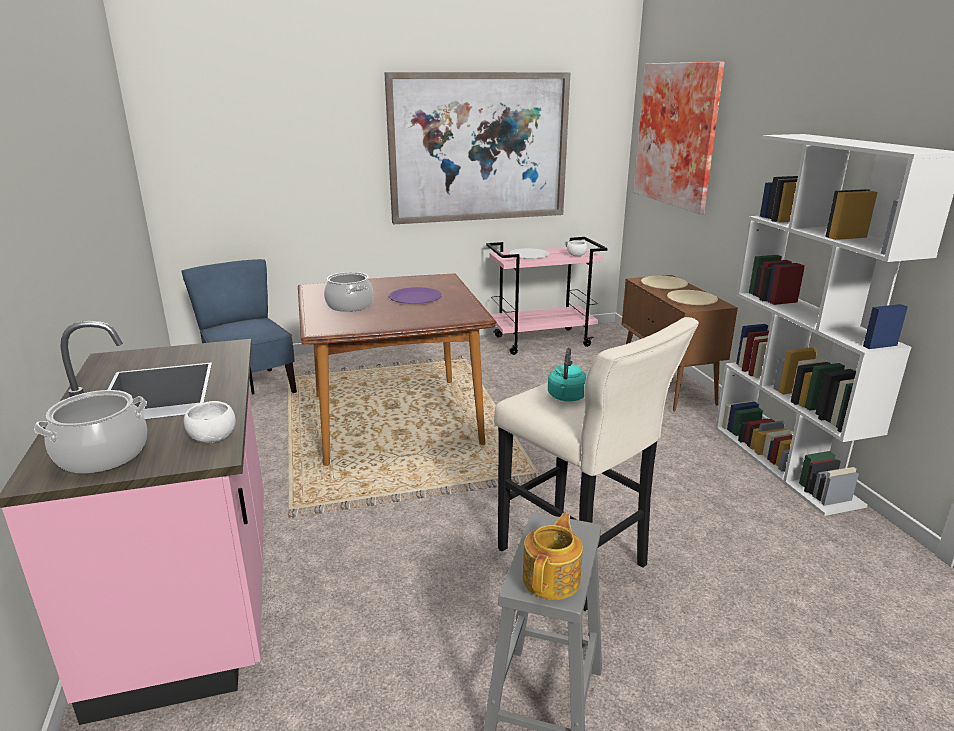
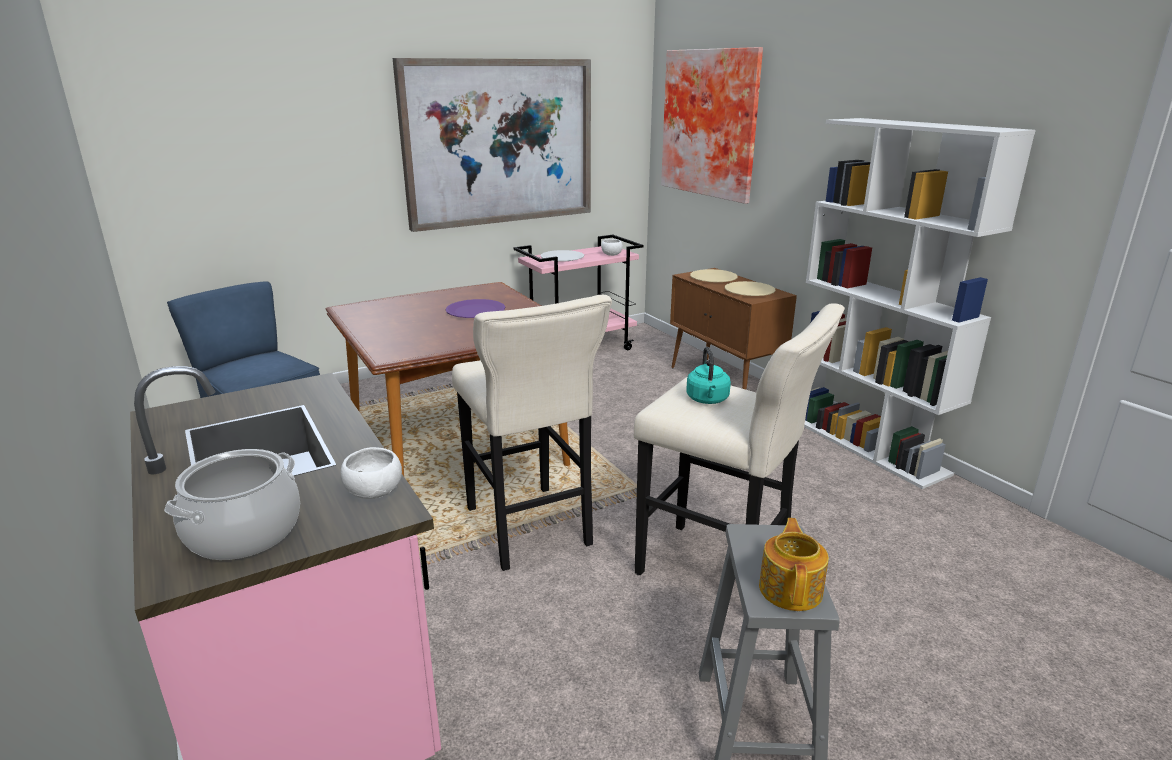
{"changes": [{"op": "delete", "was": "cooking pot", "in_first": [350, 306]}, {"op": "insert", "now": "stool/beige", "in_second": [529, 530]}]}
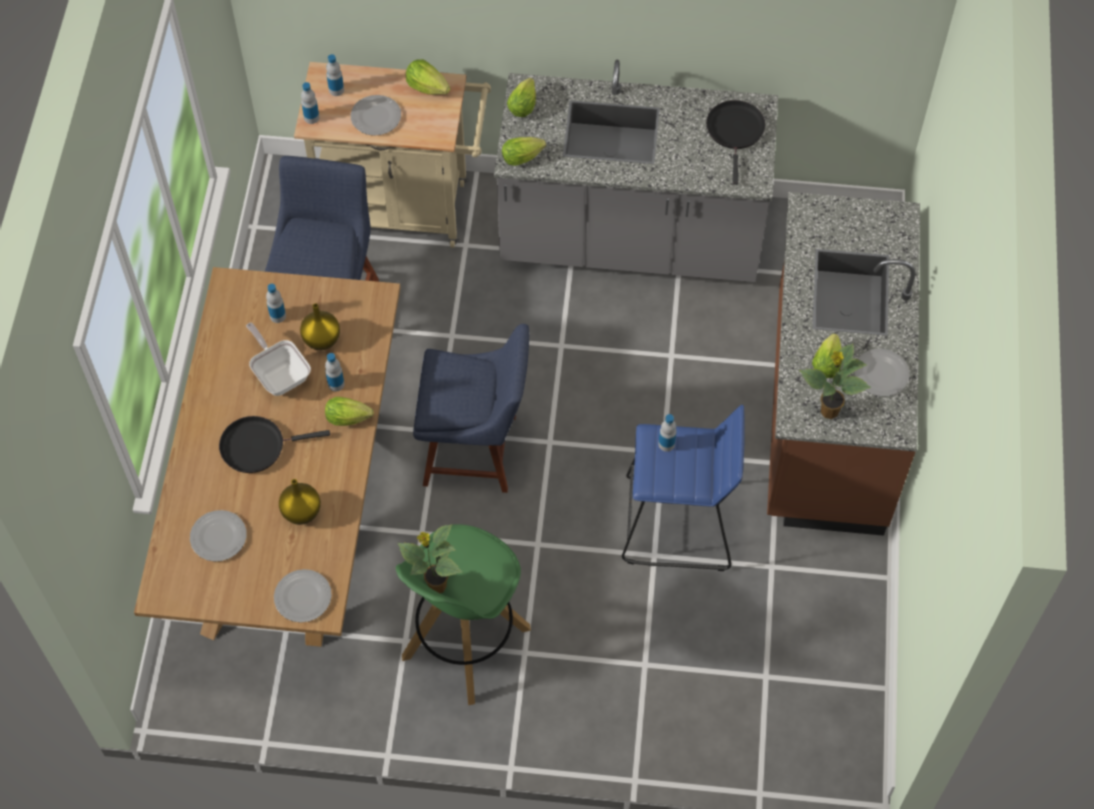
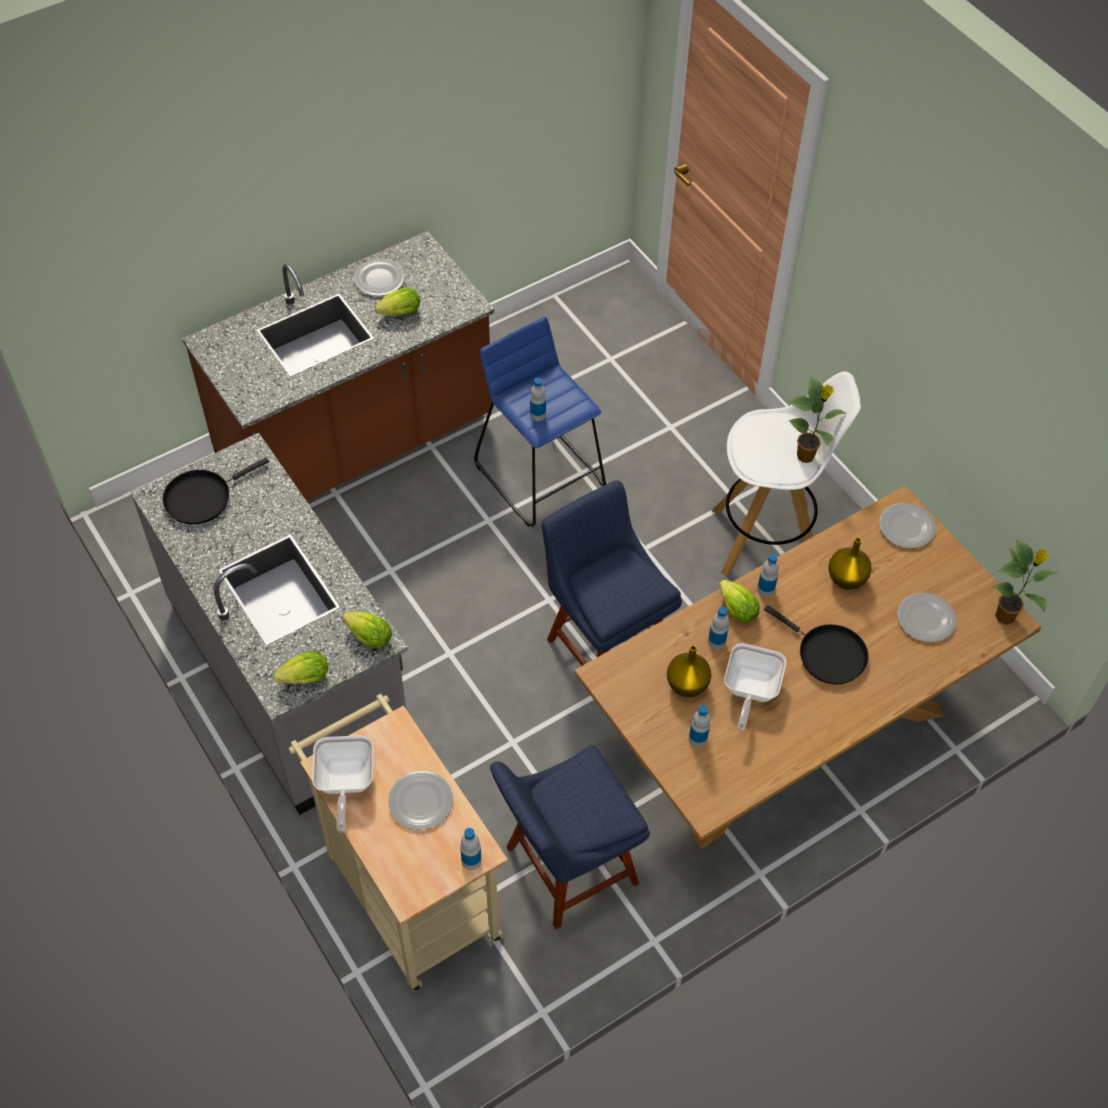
{"changes": [{"op": "move", "was": "bottle", "in_first": [336, 90], "in_second": [765, 589]}, {"op": "replace", "was": "lettuce", "now": "frying pan", "in_first": [427, 87], "in_second": [344, 784]}, {"op": "move", "was": "potted plant", "in_first": [828, 411], "in_second": [1006, 617]}, {"op": "recolor", "was": "stool/green", "now": "stool/white", "in_first": [465, 644], "in_second": [767, 539]}]}
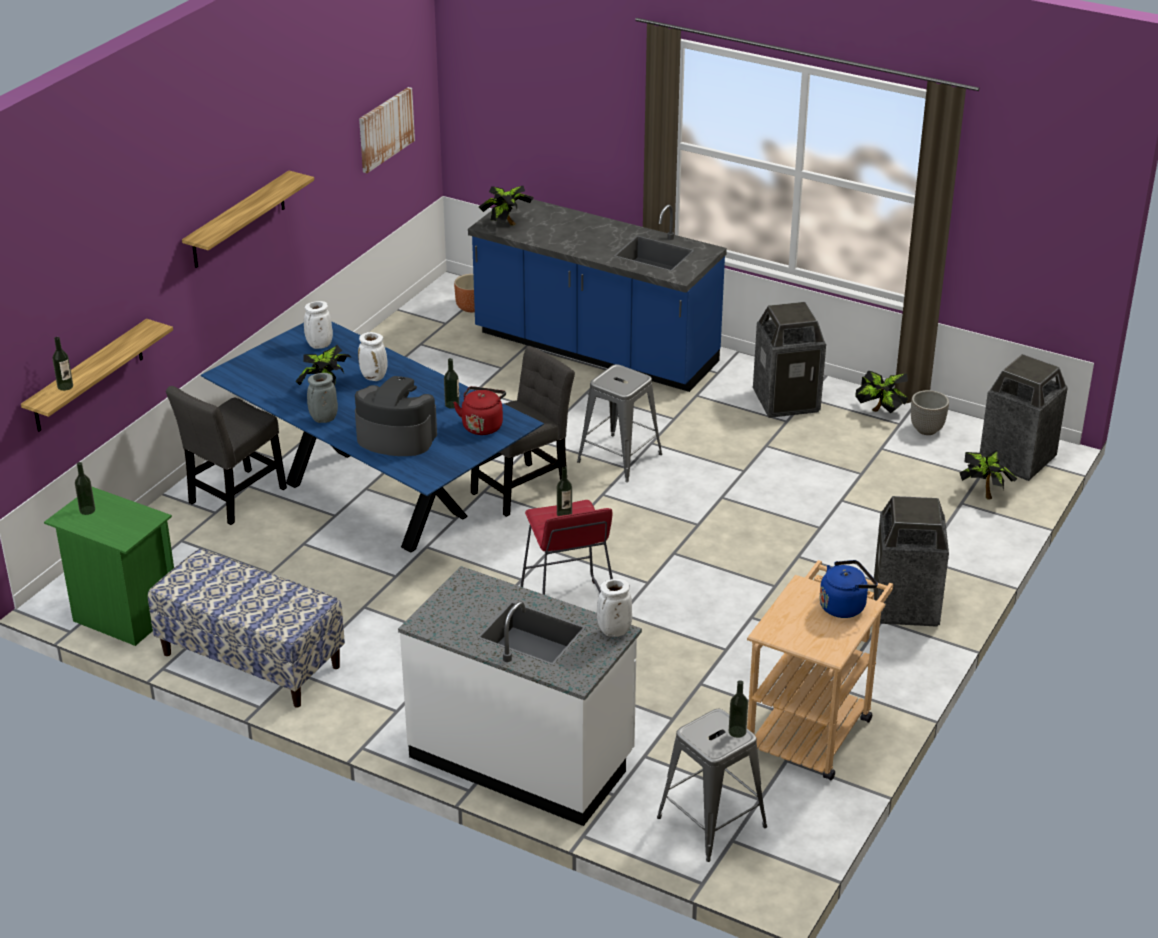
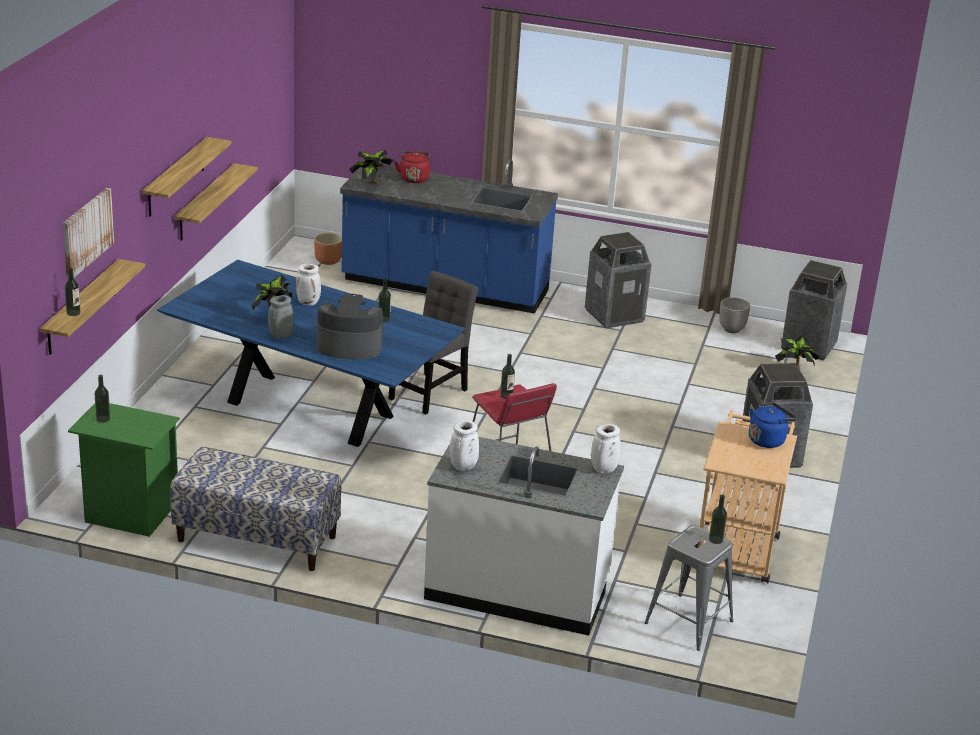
{"changes": [{"op": "move", "was": "picture", "in_first": [385, 129], "in_second": [86, 232]}, {"op": "move", "was": "vase/white", "in_first": [319, 346], "in_second": [463, 467]}, {"op": "delete", "was": "stool/grey", "in_first": [619, 458]}, {"op": "delete", "was": "potted plant", "in_first": [880, 412]}, {"op": "delete", "was": "chair/grey", "in_first": [234, 498]}, {"op": "move", "was": "kettle/red", "in_first": [482, 425], "in_second": [414, 178]}, {"op": "insert", "now": "shelf", "in_second": [205, 202]}]}
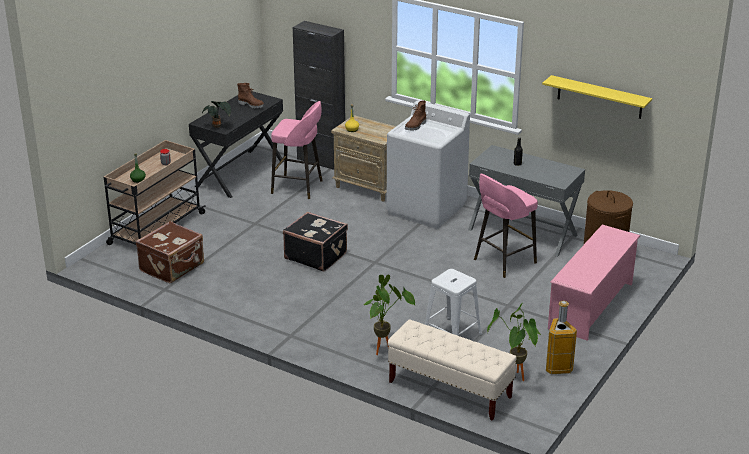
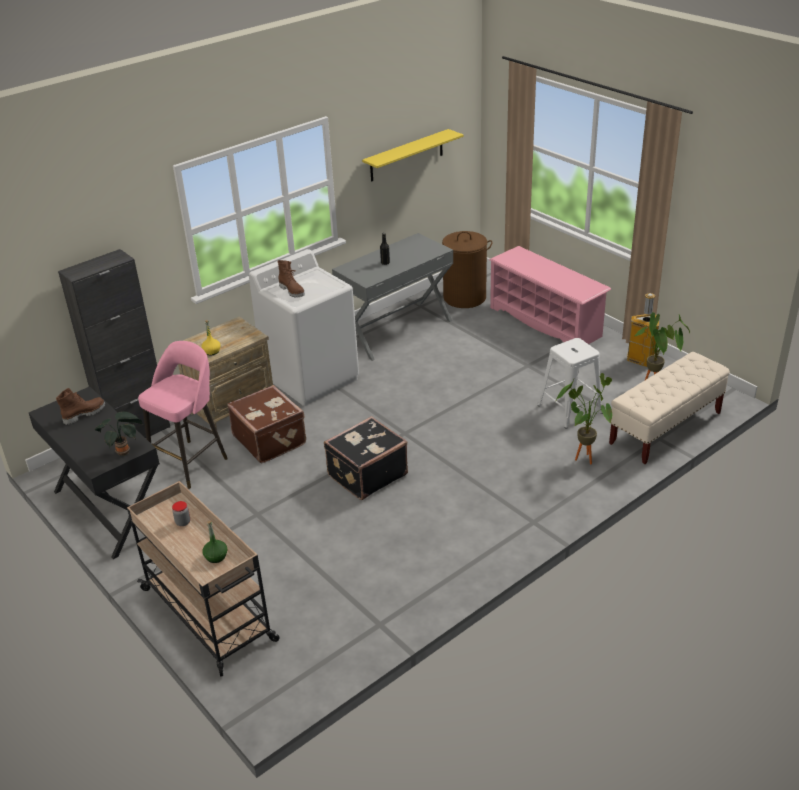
{"changes": [{"op": "delete", "was": "stool/pink", "in_first": [503, 262]}, {"op": "move", "was": "suitcase/brown", "in_first": [173, 267], "in_second": [270, 439]}]}
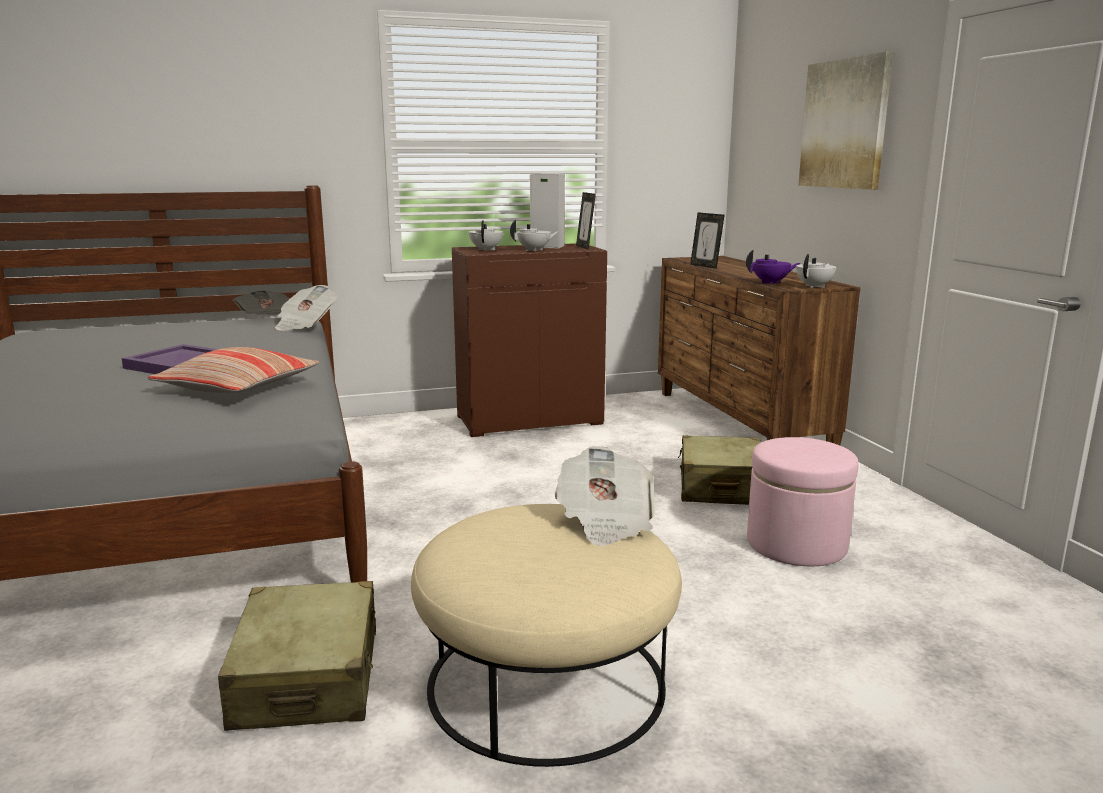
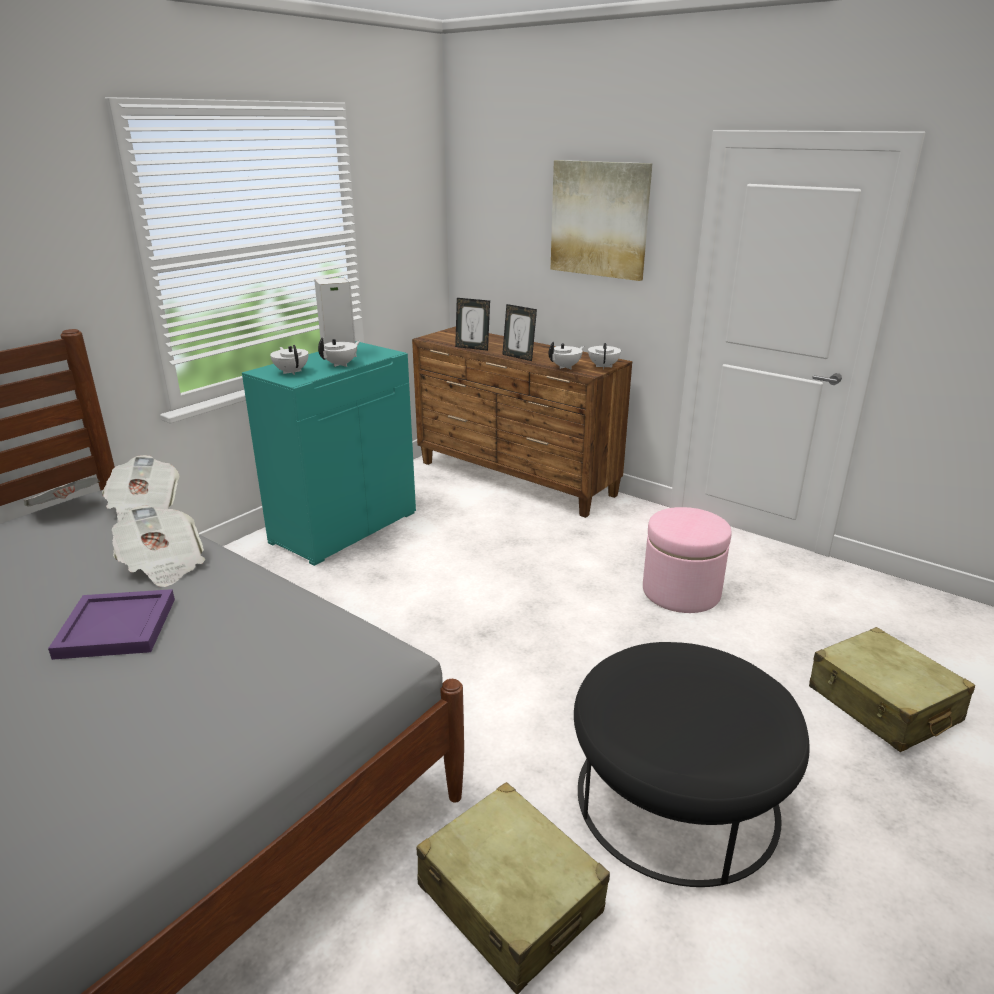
{"changes": [{"op": "move", "was": "picture frame", "in_first": [585, 247], "in_second": [518, 357]}, {"op": "recolor", "was": "cabinet/brown", "now": "cabinet/turquoise", "in_first": [529, 420], "in_second": [344, 527]}, {"op": "recolor", "was": "teapot/purple", "now": "teapot/white", "in_first": [771, 283], "in_second": [566, 367]}, {"op": "delete", "was": "pillow", "in_first": [238, 387]}, {"op": "move", "was": "suitcase/beige", "in_first": [721, 488], "in_second": [883, 704]}, {"op": "move", "was": "newspaper", "in_first": [605, 522], "in_second": [163, 565]}, {"op": "recolor", "was": "ottoman/beige", "now": "ottoman/black", "in_first": [546, 683], "in_second": [677, 798]}]}
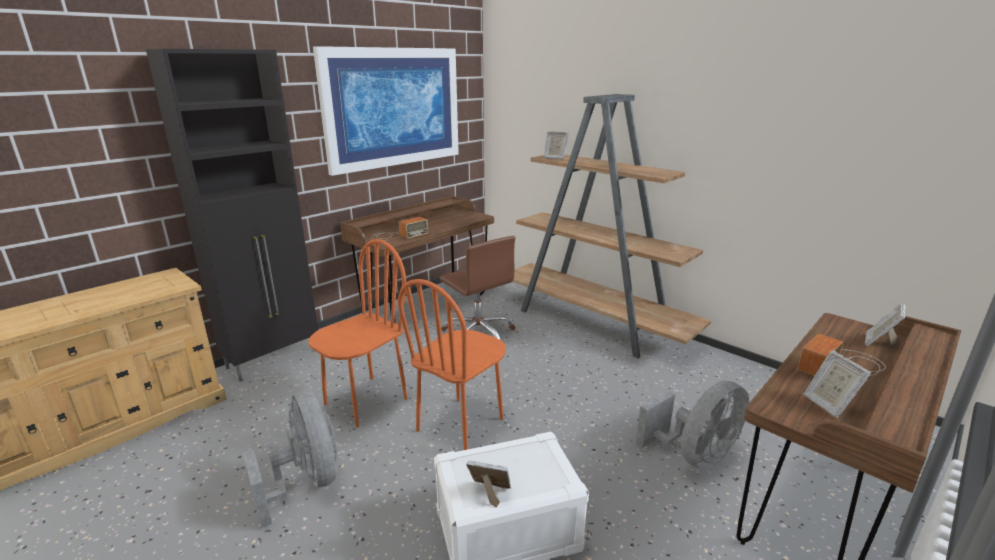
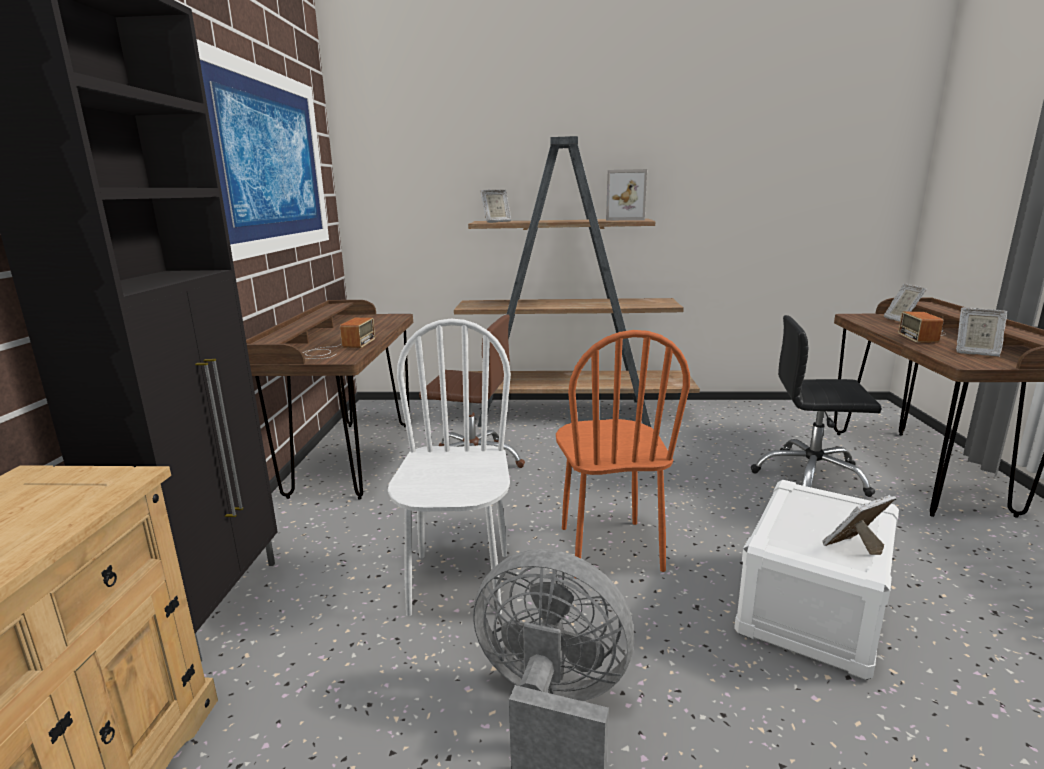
{"changes": [{"op": "recolor", "was": "chair/orange", "now": "chair/white", "in_first": [365, 401], "in_second": [459, 582]}, {"op": "replace", "was": "fan/grey", "now": "office chair/black", "in_first": [695, 456], "in_second": [810, 476]}, {"op": "insert", "now": "picture frame", "in_second": [626, 219]}]}
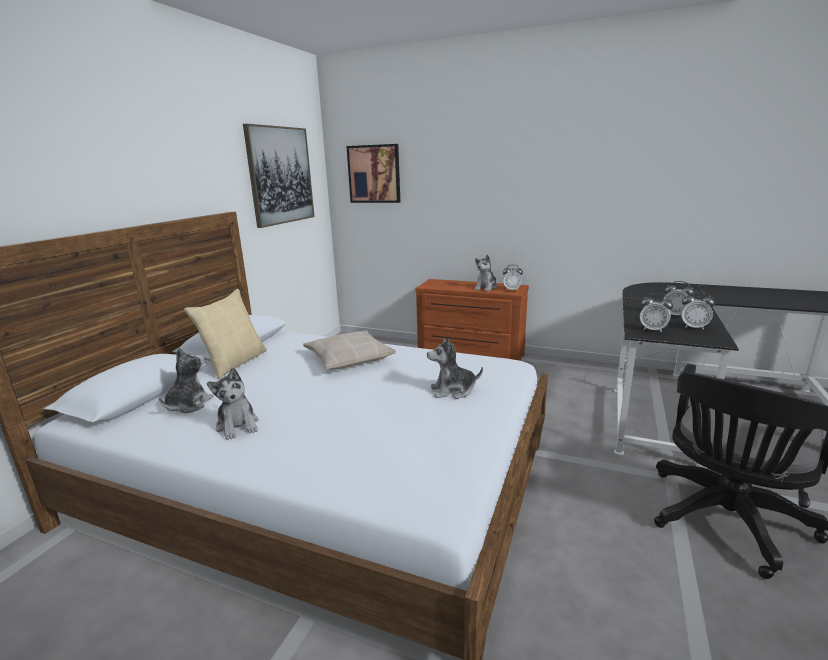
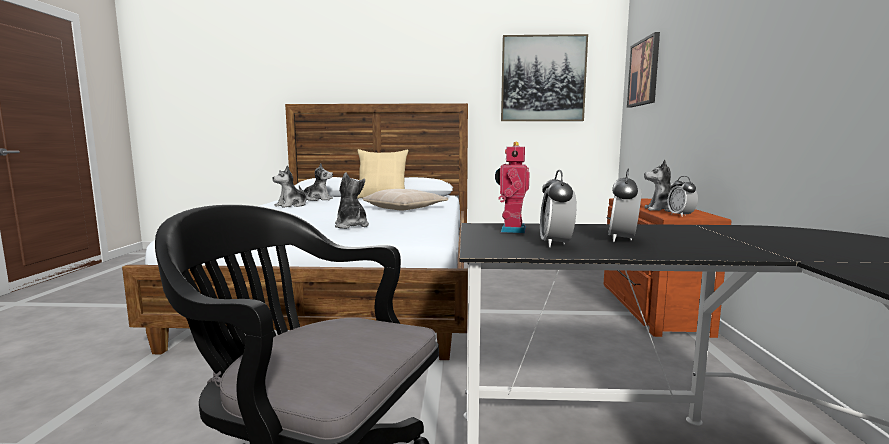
{"changes": [{"op": "replace", "was": "alarm clock", "now": "toy robot", "in_first": [653, 330], "in_second": [511, 230]}]}
